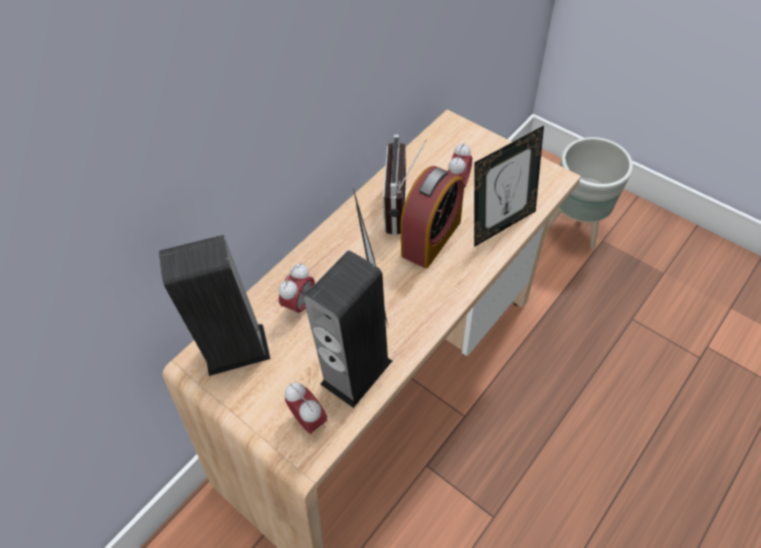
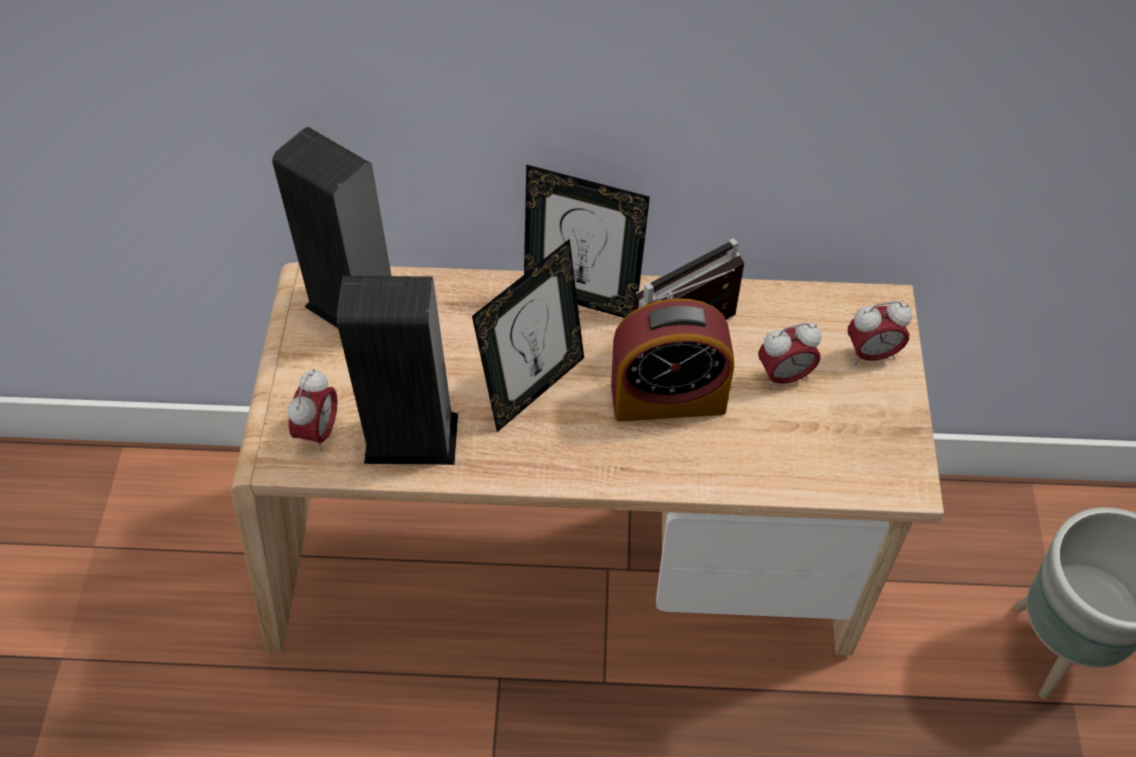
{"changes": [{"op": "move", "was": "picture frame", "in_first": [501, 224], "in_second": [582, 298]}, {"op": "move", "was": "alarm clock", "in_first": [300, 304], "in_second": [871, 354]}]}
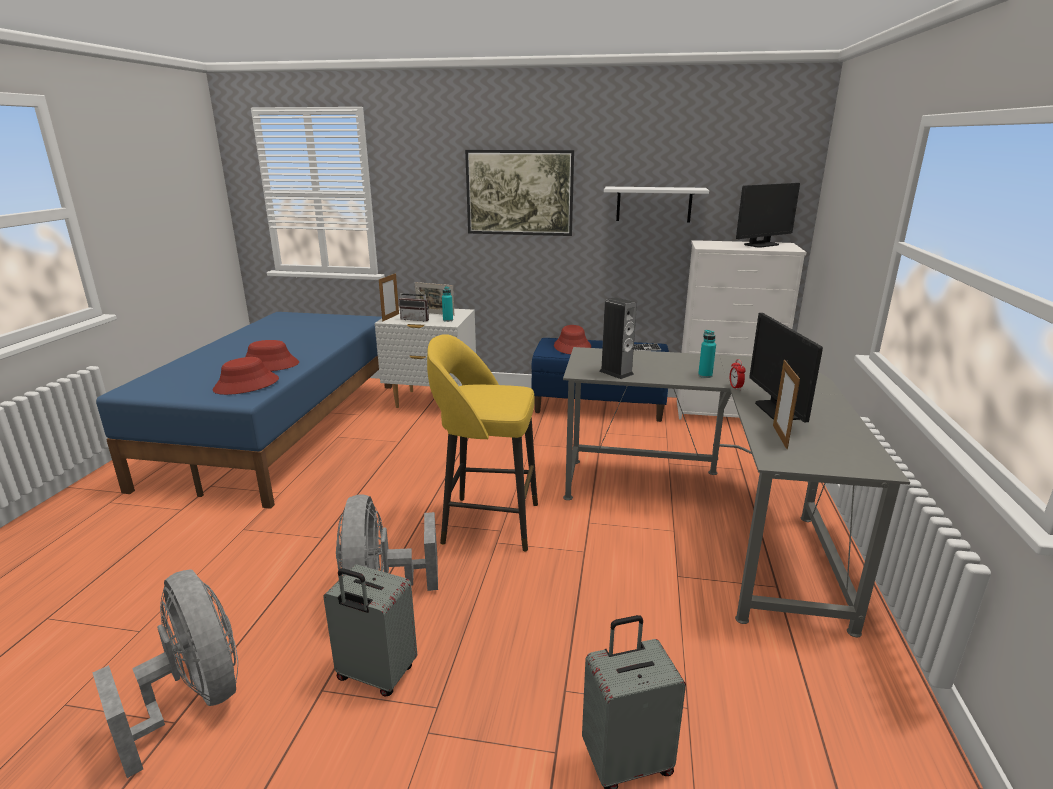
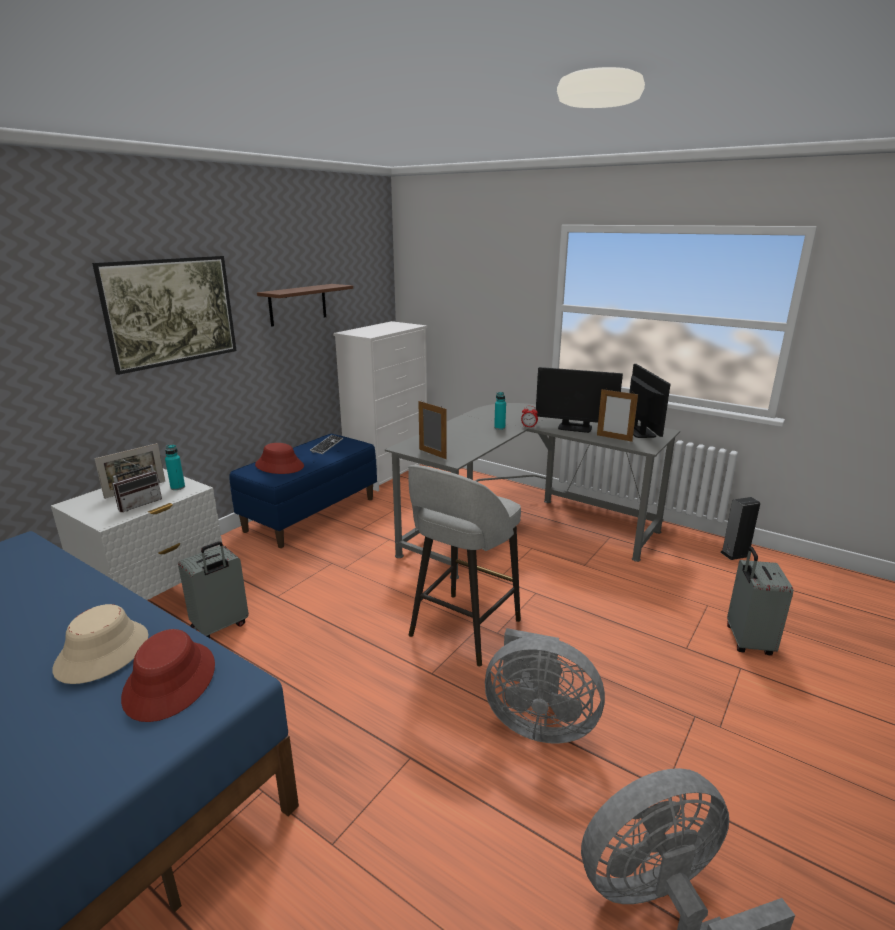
{"changes": [{"op": "move", "was": "monitor", "in_first": [761, 245], "in_second": [640, 432]}, {"op": "recolor", "was": "shelf/white", "now": "shelf/brown", "in_first": [654, 204], "in_second": [298, 304]}, {"op": "move", "was": "picture frame", "in_first": [390, 317], "in_second": [432, 454]}, {"op": "move", "was": "speaker", "in_first": [616, 373], "in_second": [735, 554]}, {"op": "recolor", "was": "stool/yellow", "now": "stool/grey", "in_first": [487, 523], "in_second": [463, 630]}, {"op": "recolor", "was": "hat/red", "now": "hat/beige", "in_first": [269, 365], "in_second": [102, 652]}, {"op": "move", "was": "suitcase/grey", "in_first": [375, 675], "in_second": [220, 627]}]}
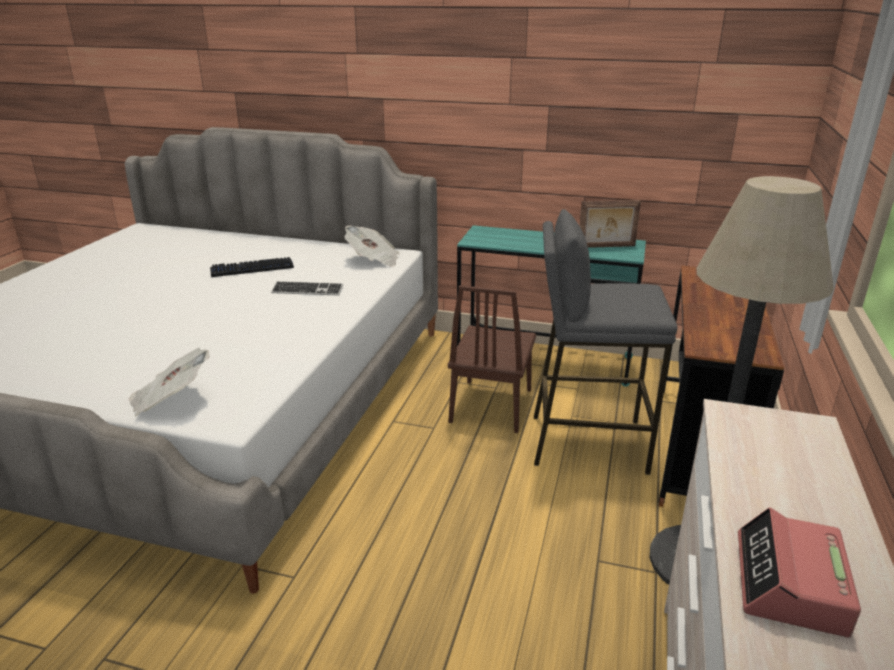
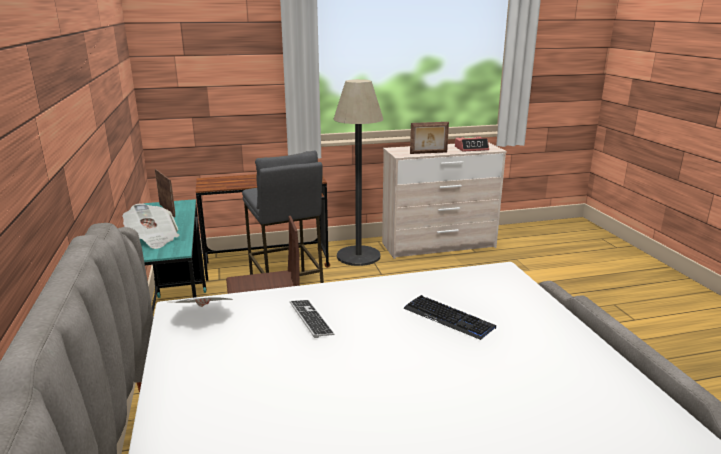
{"changes": [{"op": "move", "was": "keyboard", "in_first": [252, 268], "in_second": [448, 318]}, {"op": "move", "was": "newspaper", "in_first": [171, 400], "in_second": [153, 239]}, {"op": "insert", "now": "picture frame", "in_second": [428, 153]}]}
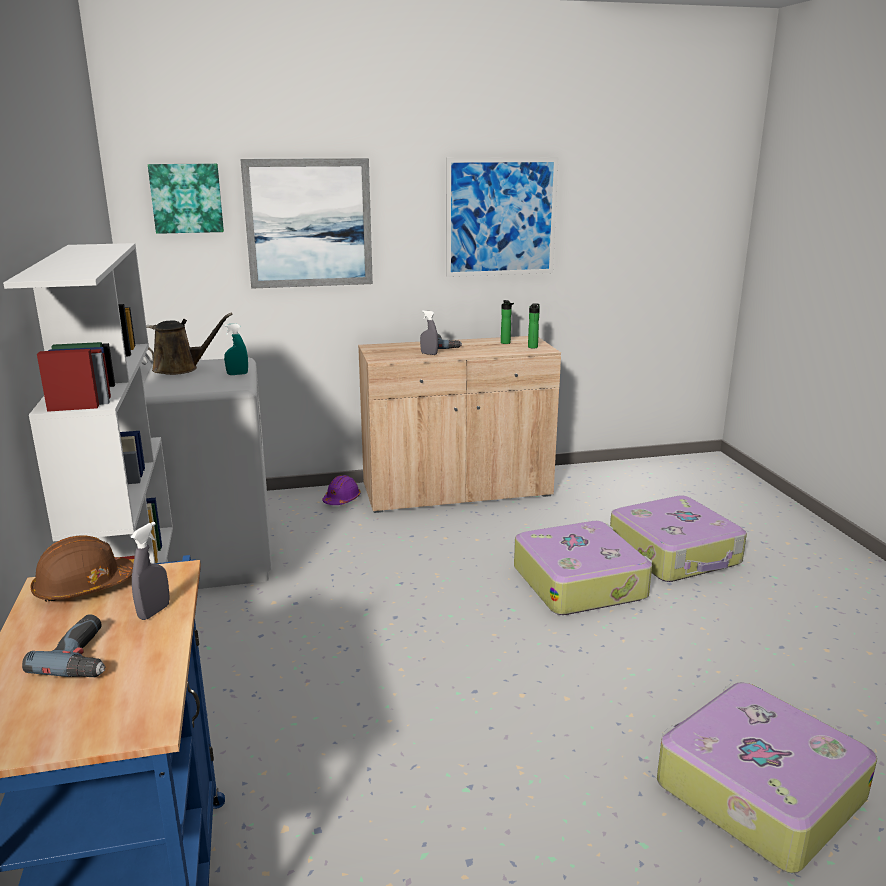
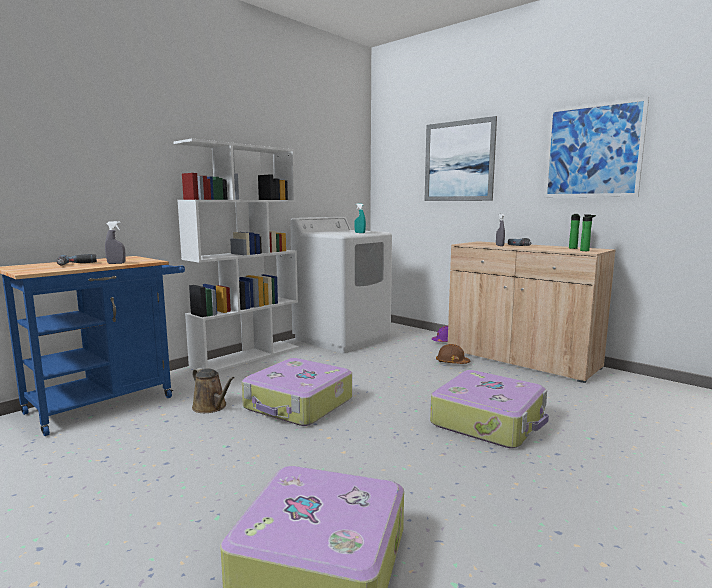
{"changes": [{"op": "delete", "was": "picture", "in_first": [186, 198]}, {"op": "move", "was": "watering can/brown", "in_first": [180, 368], "in_second": [211, 407]}, {"op": "move", "was": "suitcase", "in_first": [675, 553], "in_second": [298, 404]}, {"op": "move", "was": "hard hat/brown", "in_first": [84, 587], "in_second": [452, 362]}]}
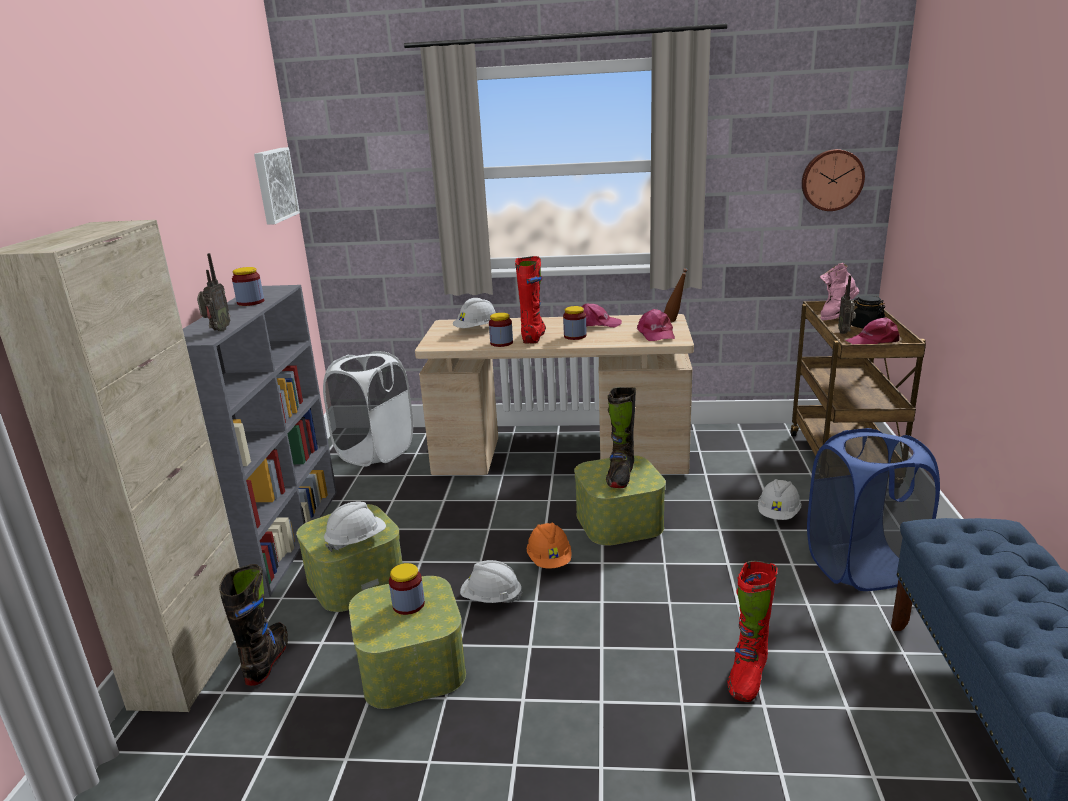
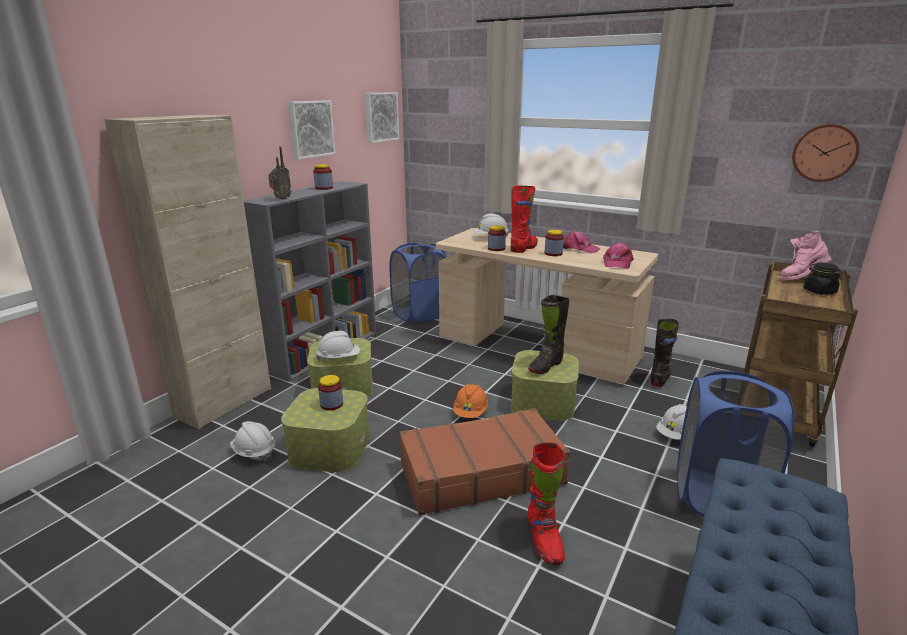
{"changes": [{"op": "delete", "was": "bottle/brown", "in_first": [675, 322]}, {"op": "delete", "was": "radio", "in_first": [845, 332]}, {"op": "delete", "was": "cap/pink", "in_first": [873, 342]}, {"op": "recolor", "was": "laundry basket/white", "now": "laundry basket/blue", "in_first": [375, 452], "in_second": [419, 314]}, {"op": "move", "was": "hard hat/white", "in_first": [491, 598], "in_second": [254, 452]}, {"op": "rotate", "was": "boot/red", "in_first": [747, 676], "in_second": [544, 540], "clockwise": -60}, {"op": "move", "was": "boot/black", "in_first": [267, 660], "in_second": [660, 378]}, {"op": "insert", "now": "picture", "in_second": [310, 129]}, {"op": "insert", "now": "suitcase/brown", "in_second": [480, 473]}]}
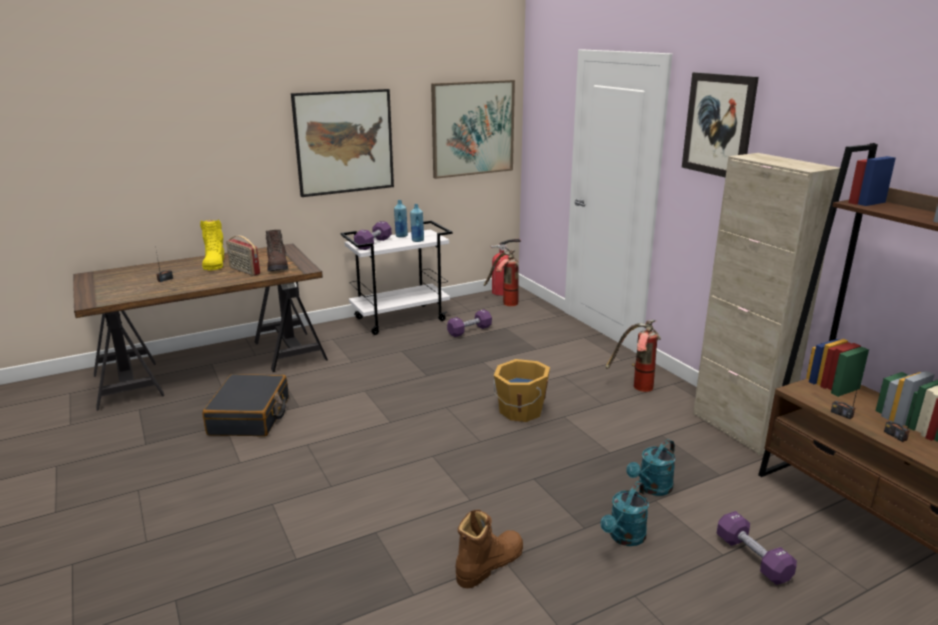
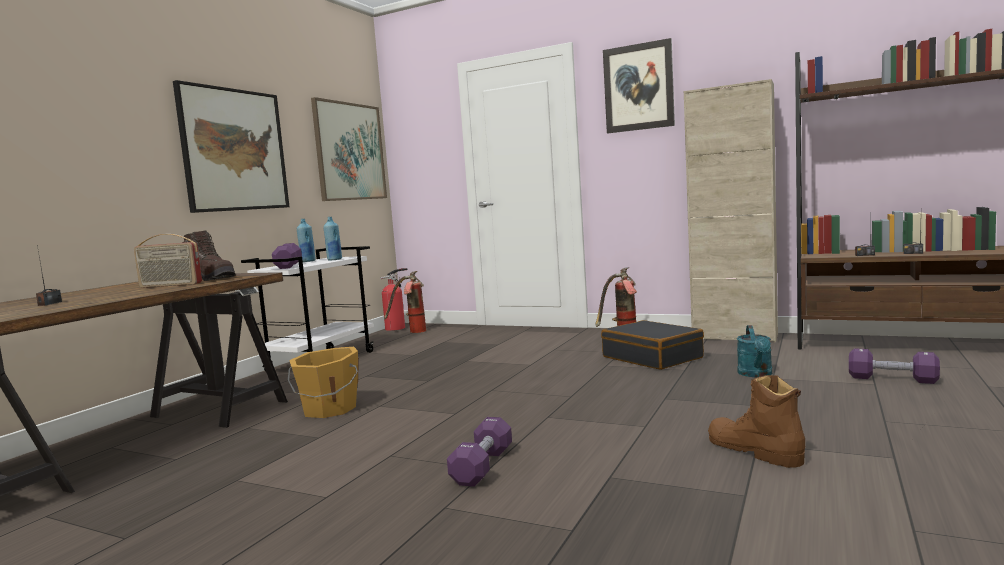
{"changes": [{"op": "delete", "was": "boot/yellow", "in_first": [214, 262]}, {"op": "move", "was": "dumbbell/purple", "in_first": [469, 331], "in_second": [482, 466]}, {"op": "move", "was": "bucket/orange", "in_first": [520, 411], "in_second": [329, 409]}, {"op": "move", "was": "suitcase/black", "in_first": [250, 416], "in_second": [652, 357]}, {"op": "delete", "was": "watering can/turquoise", "in_first": [624, 538]}, {"op": "rotate", "was": "boot/brown", "in_first": [489, 564], "in_second": [754, 451], "clockwise": -45}]}
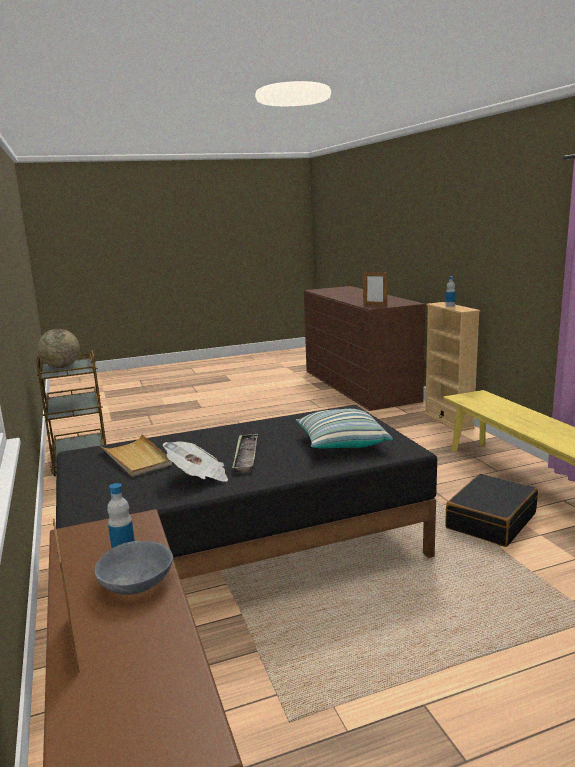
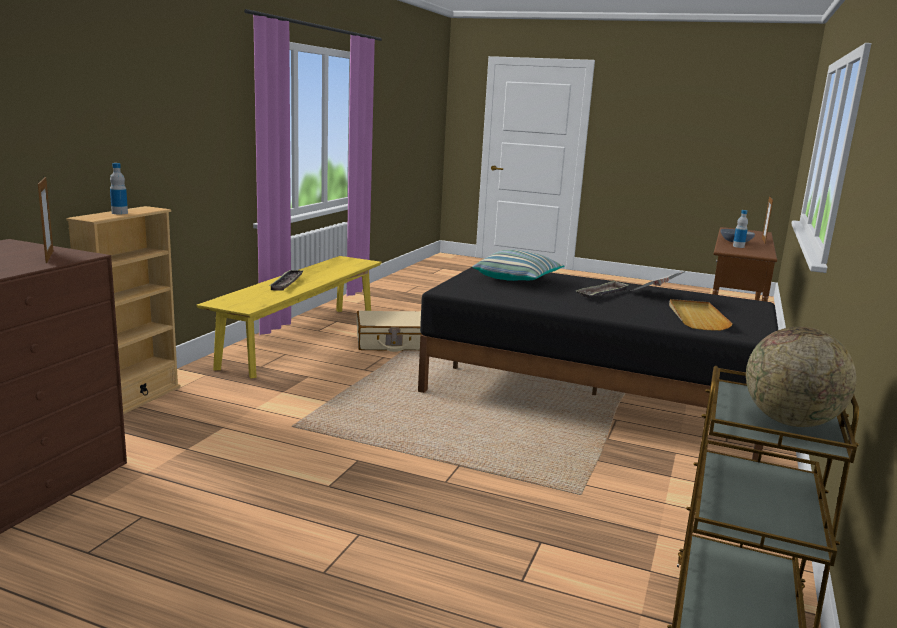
{"changes": [{"op": "recolor", "was": "suitcase/black", "now": "suitcase/beige", "in_first": [490, 521], "in_second": [391, 342]}, {"op": "insert", "now": "tray", "in_second": [287, 283]}]}
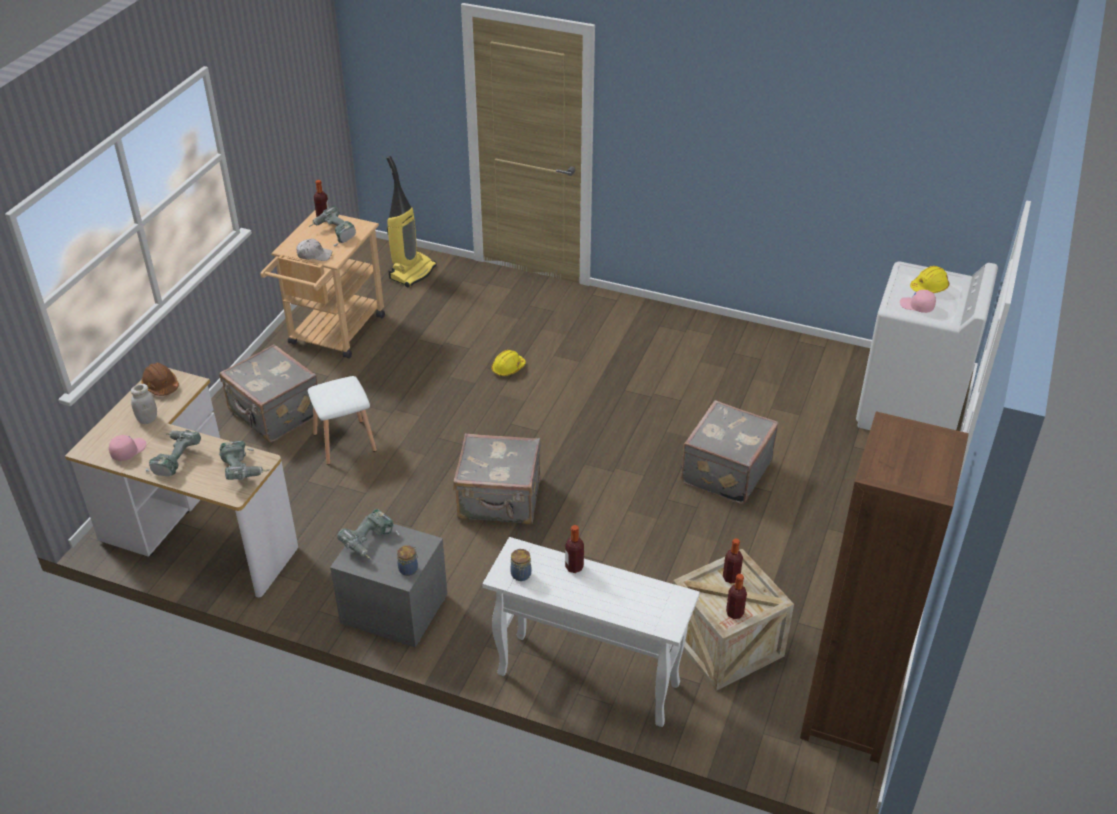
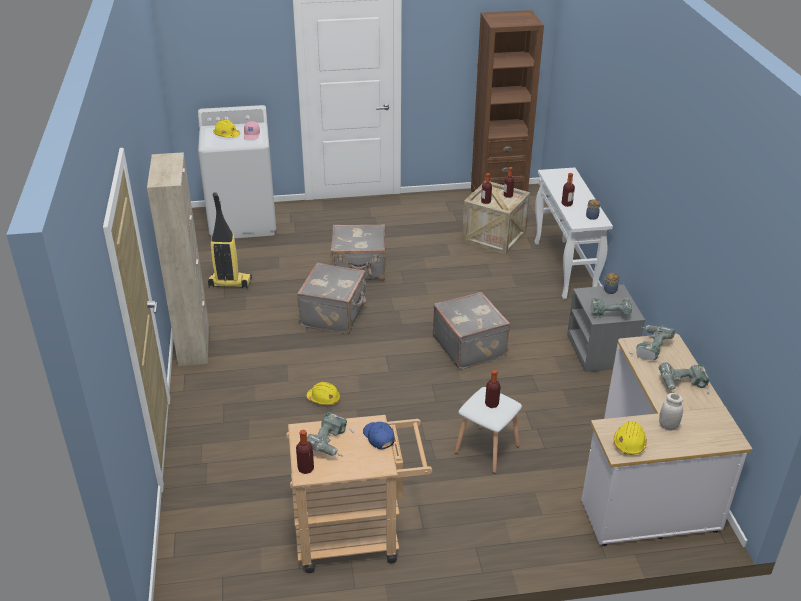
{"changes": [{"op": "move", "was": "vacuum cleaner", "in_first": [412, 272], "in_second": [229, 283]}, {"op": "recolor", "was": "cap/white", "now": "cap/blue", "in_first": [314, 255], "in_second": [379, 438]}, {"op": "move", "was": "suitcase/grey", "in_first": [274, 414], "in_second": [334, 314]}, {"op": "recolor", "was": "hard hat/brown", "now": "hard hat/yellow", "in_first": [161, 386], "in_second": [629, 443]}, {"op": "delete", "was": "cap/pink", "in_first": [128, 450]}, {"op": "insert", "now": "cabinet/beige", "in_second": [194, 345]}, {"op": "insert", "now": "bottle", "in_second": [491, 404]}]}
